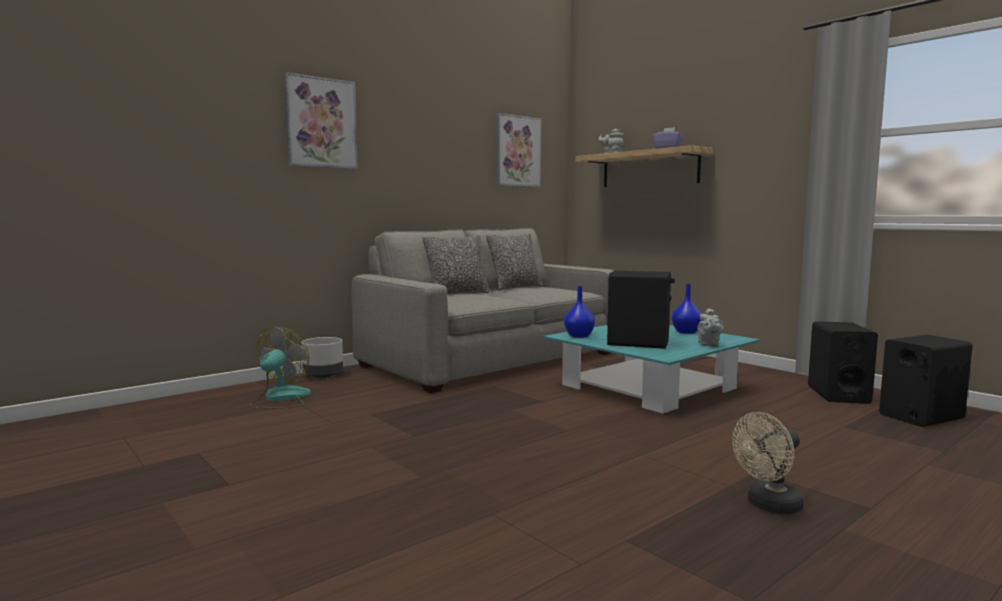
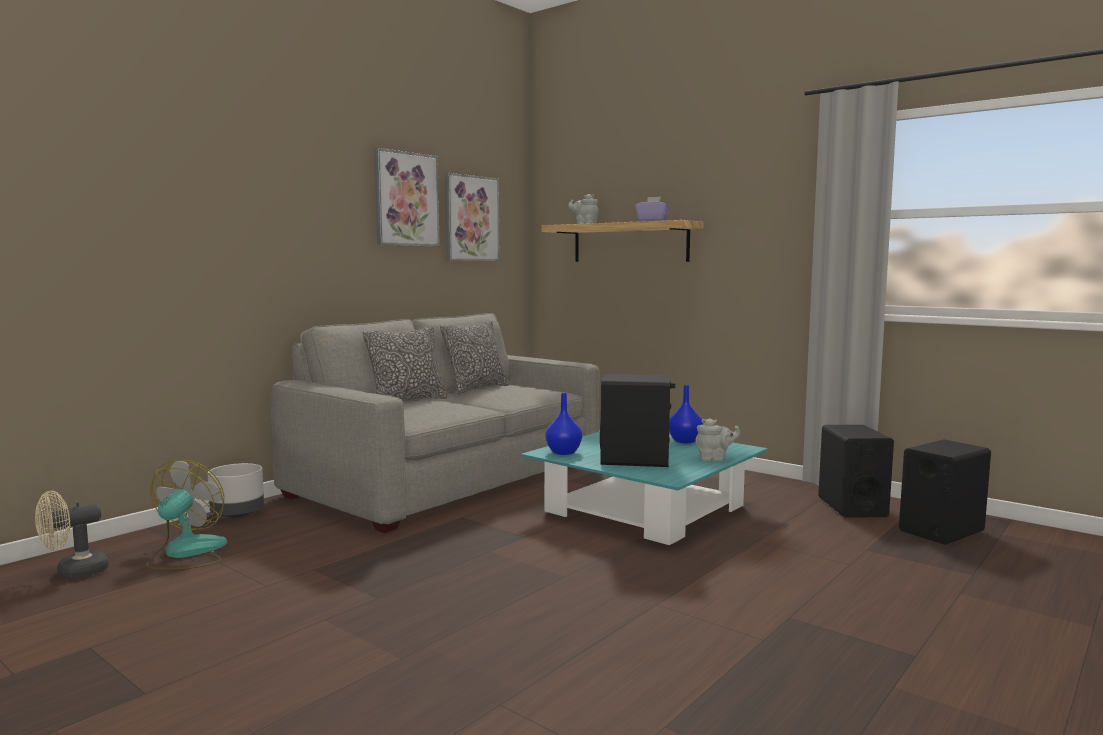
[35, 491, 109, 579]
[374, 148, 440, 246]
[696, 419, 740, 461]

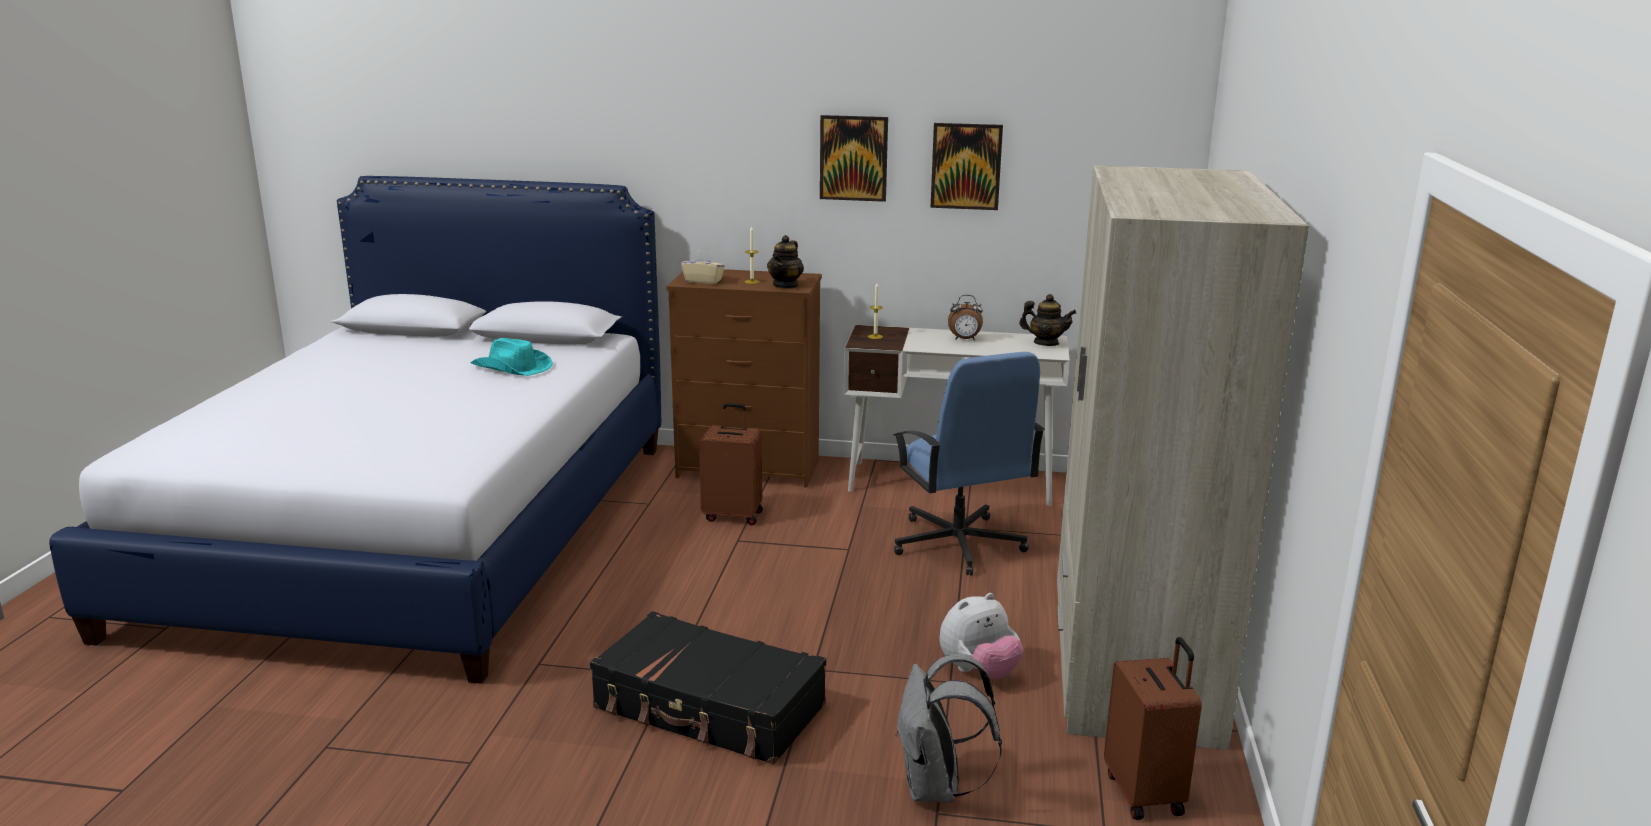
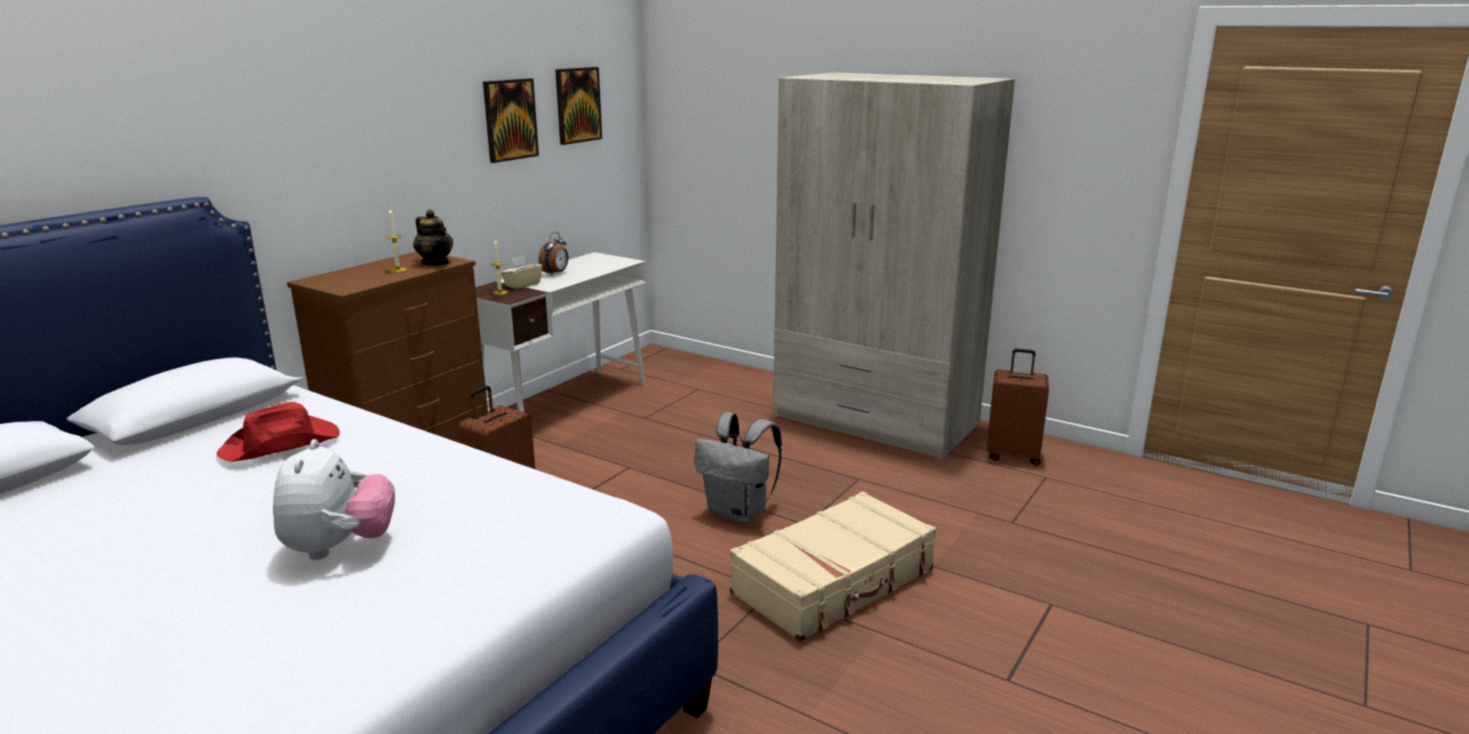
[217, 402, 340, 462]
[273, 439, 395, 560]
[501, 255, 542, 289]
[555, 67, 602, 145]
[694, 413, 782, 523]
[730, 491, 936, 642]
[894, 352, 1045, 576] (first image)
[1019, 294, 1076, 346] (first image)

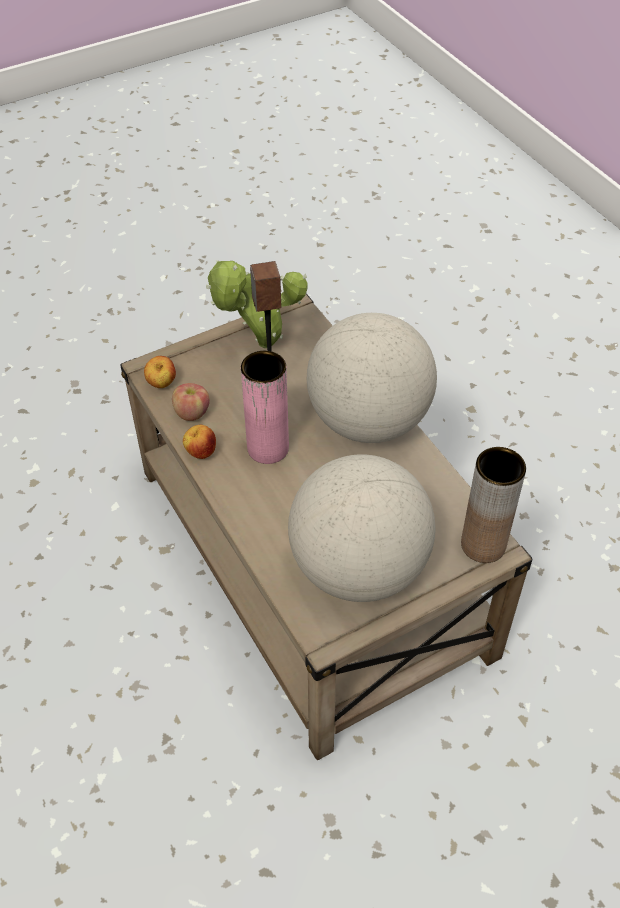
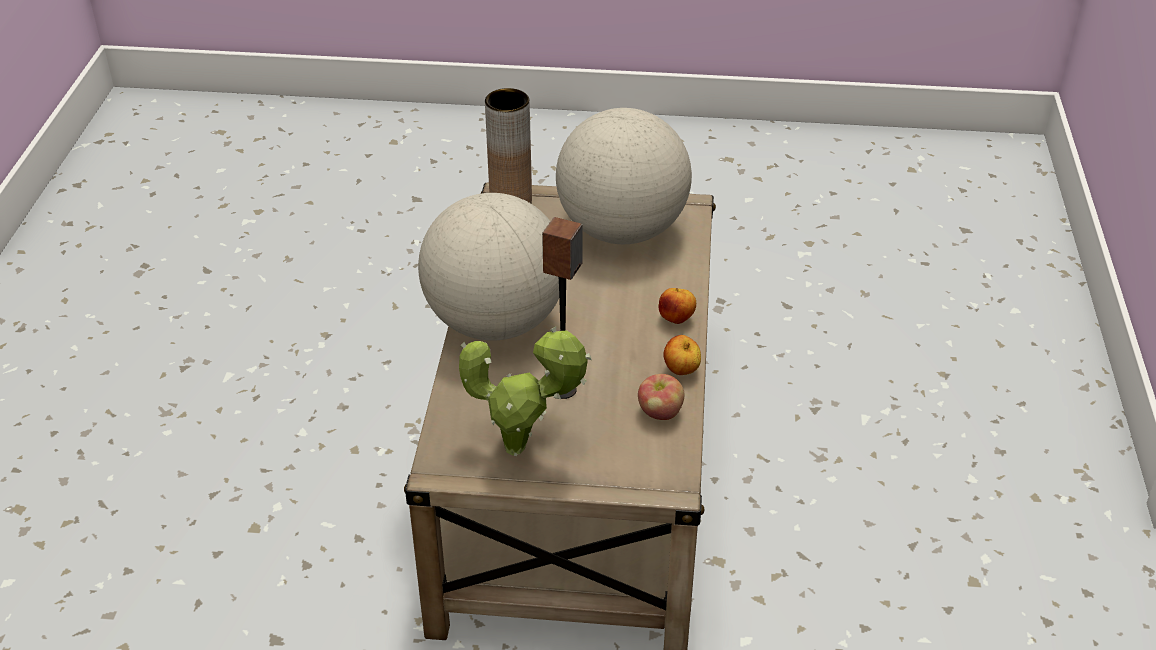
[658, 288, 696, 324]
[241, 351, 289, 464] (first image)

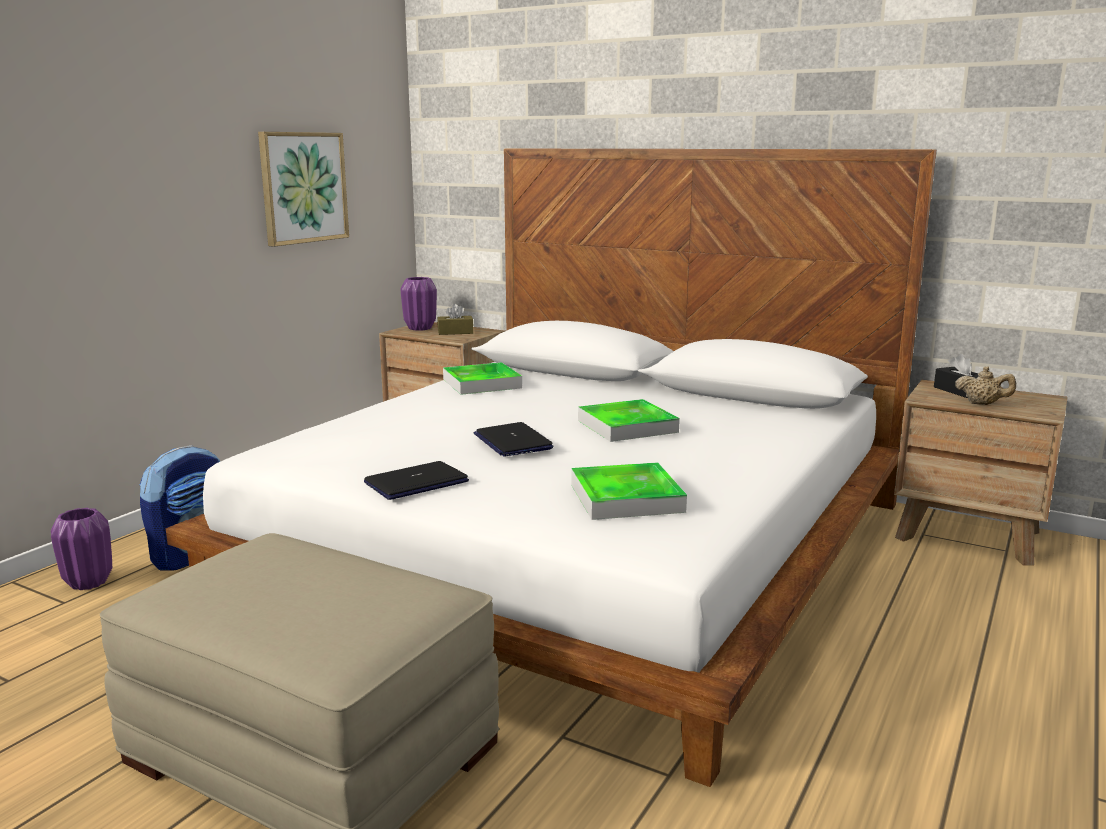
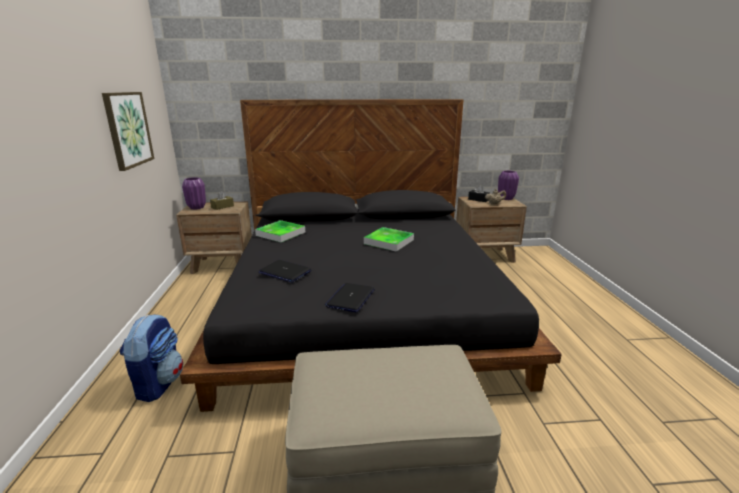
[180, 99, 562, 412]
[258, 260, 311, 283]
[498, 170, 519, 200]
[571, 462, 687, 520] (first image)

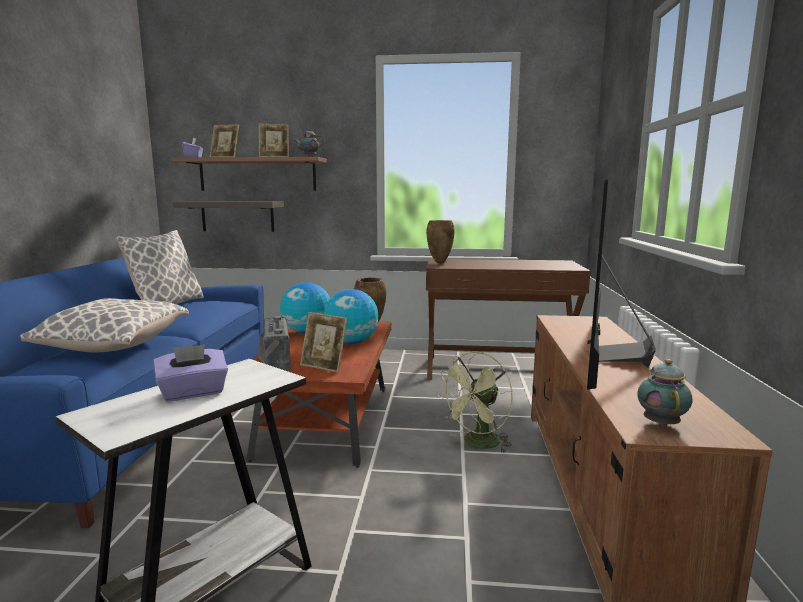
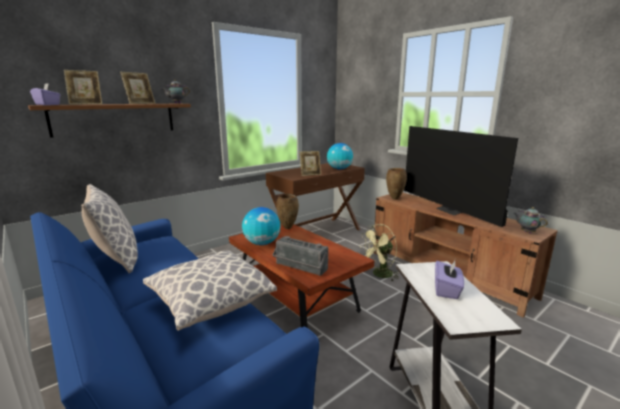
[300, 151, 321, 176]
[327, 143, 353, 169]
[359, 224, 398, 281]
[386, 168, 407, 200]
[173, 201, 284, 232] (first image)

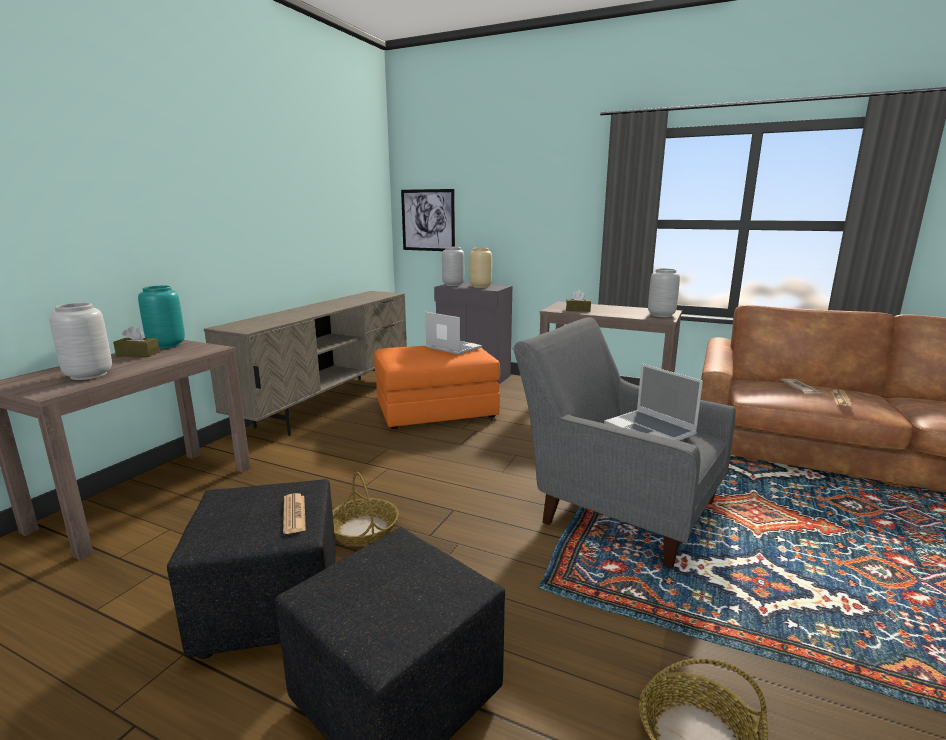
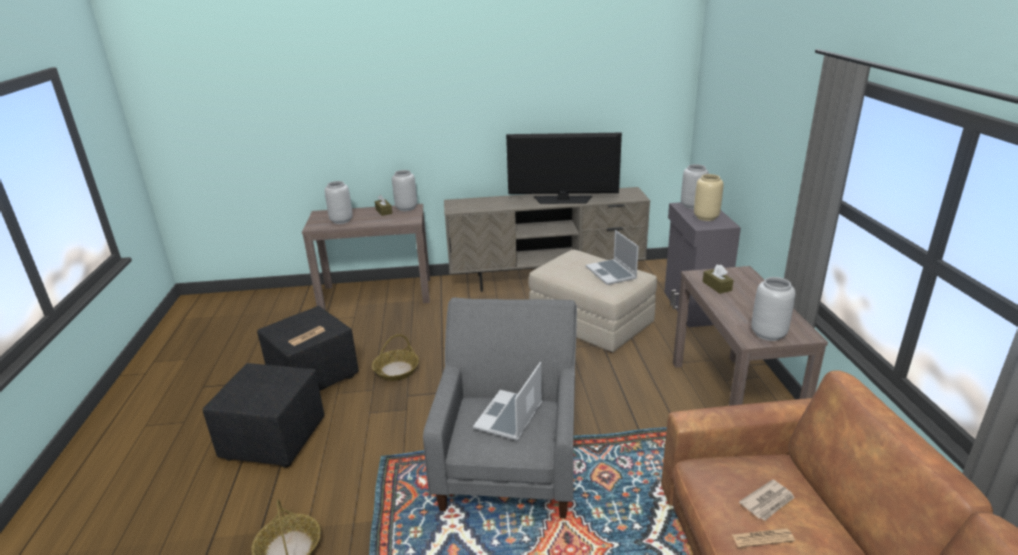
[392, 170, 417, 211]
[506, 133, 622, 204]
[529, 250, 657, 353]
[586, 230, 639, 285]
[401, 189, 455, 251] (first image)

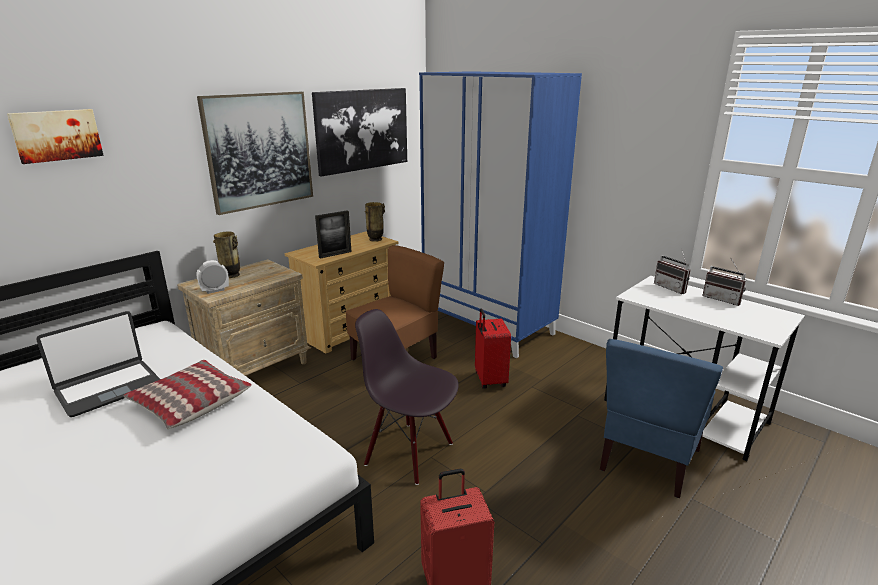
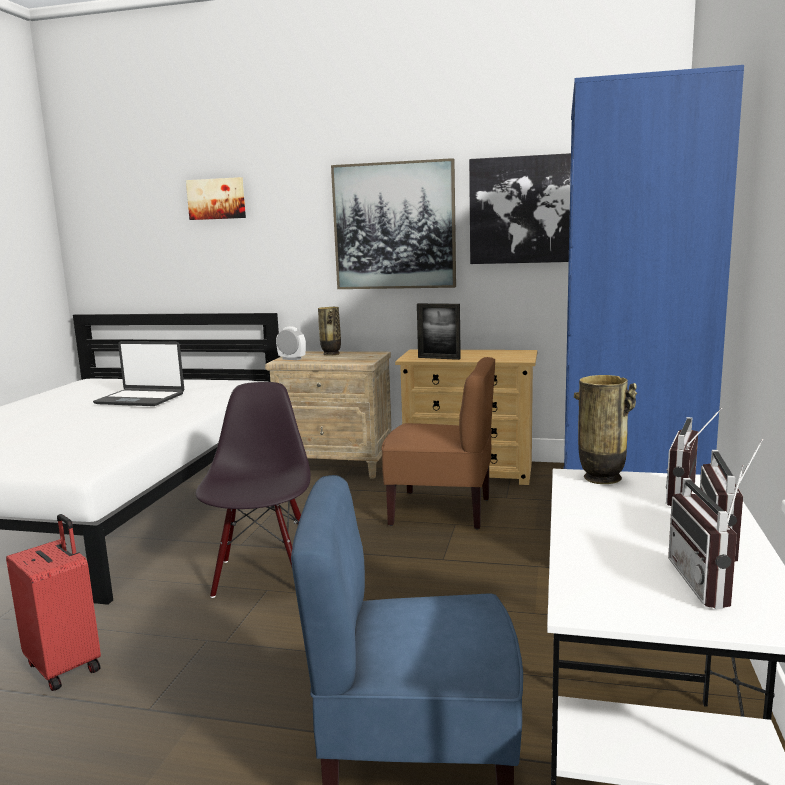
[574, 375, 637, 484]
[668, 465, 744, 609]
[123, 360, 252, 429] (first image)
[475, 308, 511, 389] (first image)

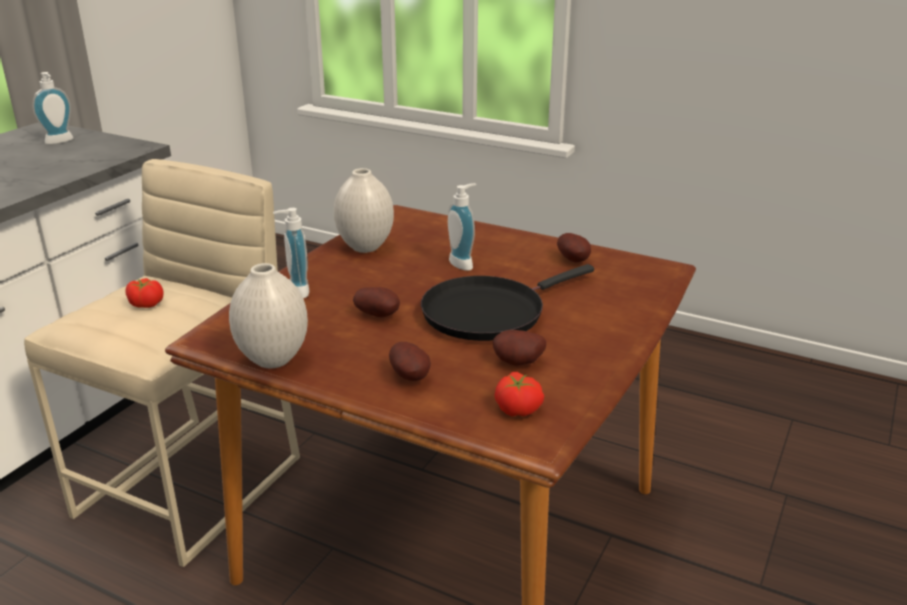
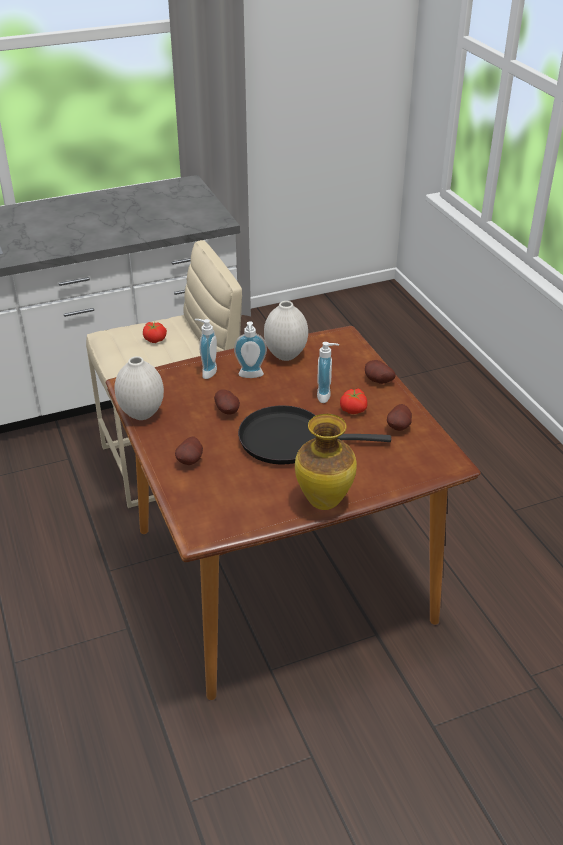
[234, 321, 267, 378]
[295, 414, 357, 510]
[340, 389, 368, 414]
[365, 360, 396, 384]

